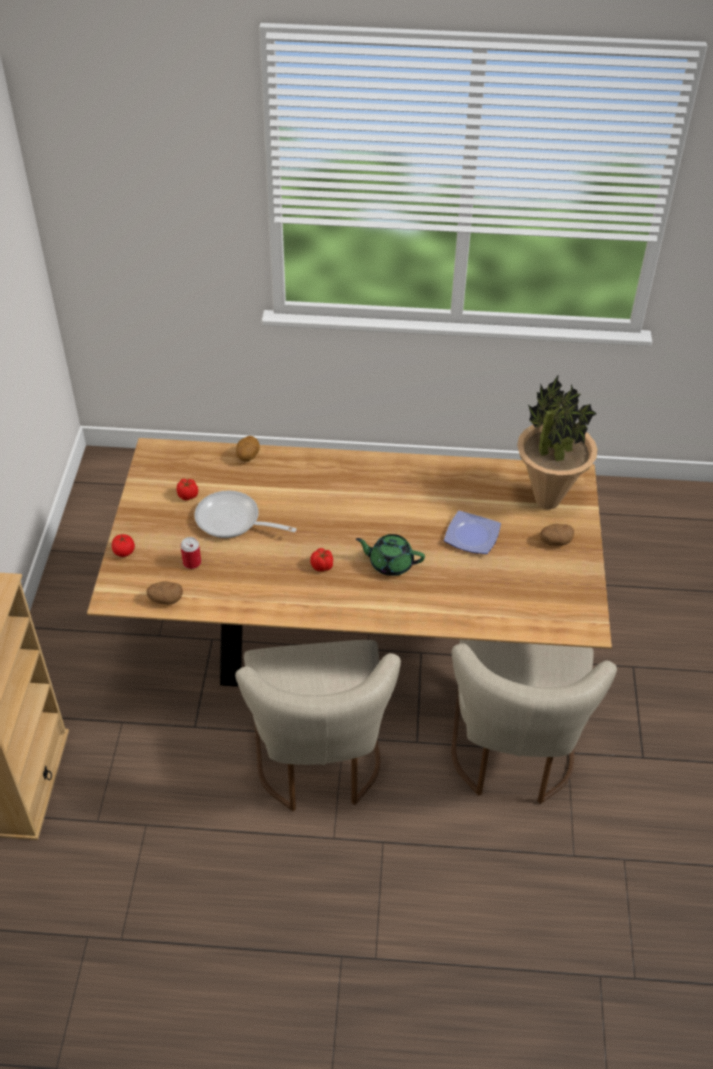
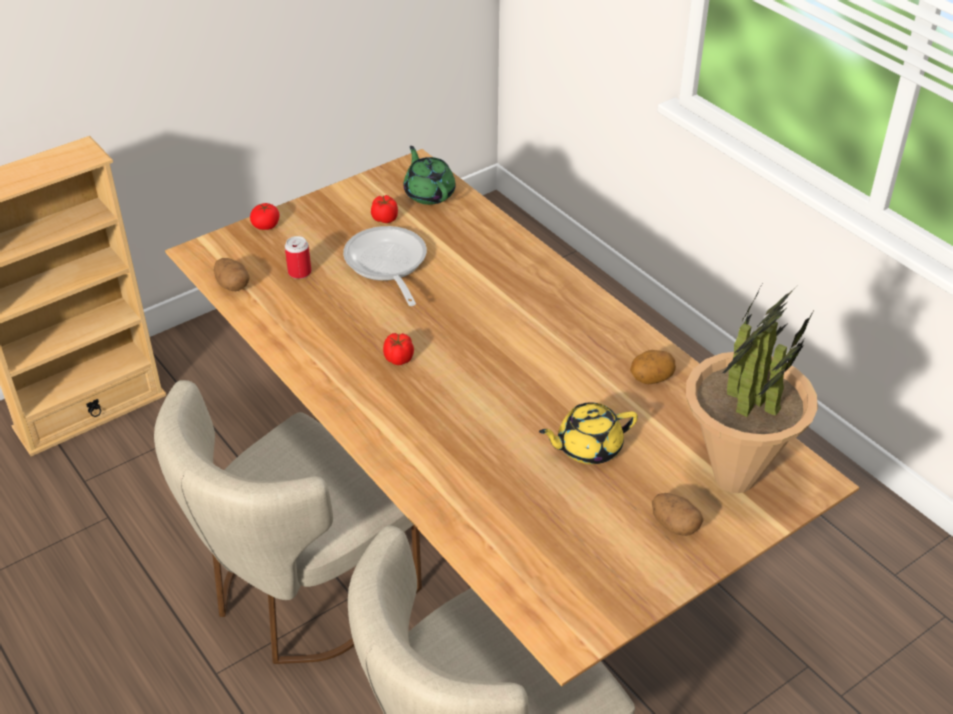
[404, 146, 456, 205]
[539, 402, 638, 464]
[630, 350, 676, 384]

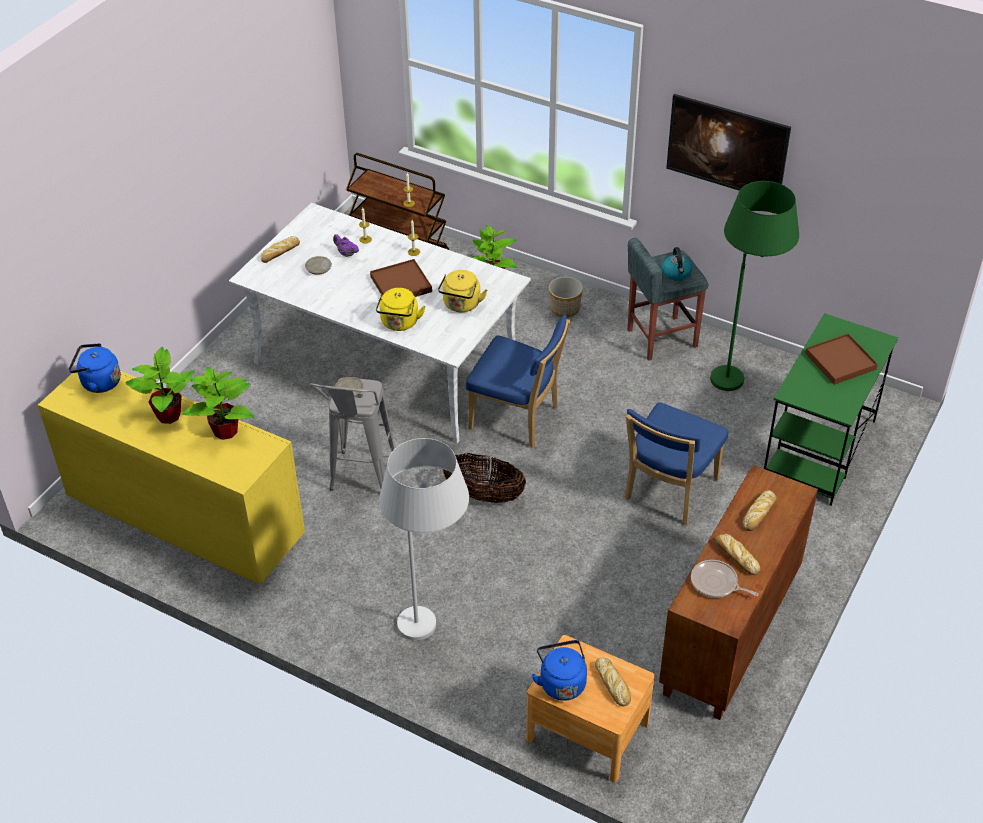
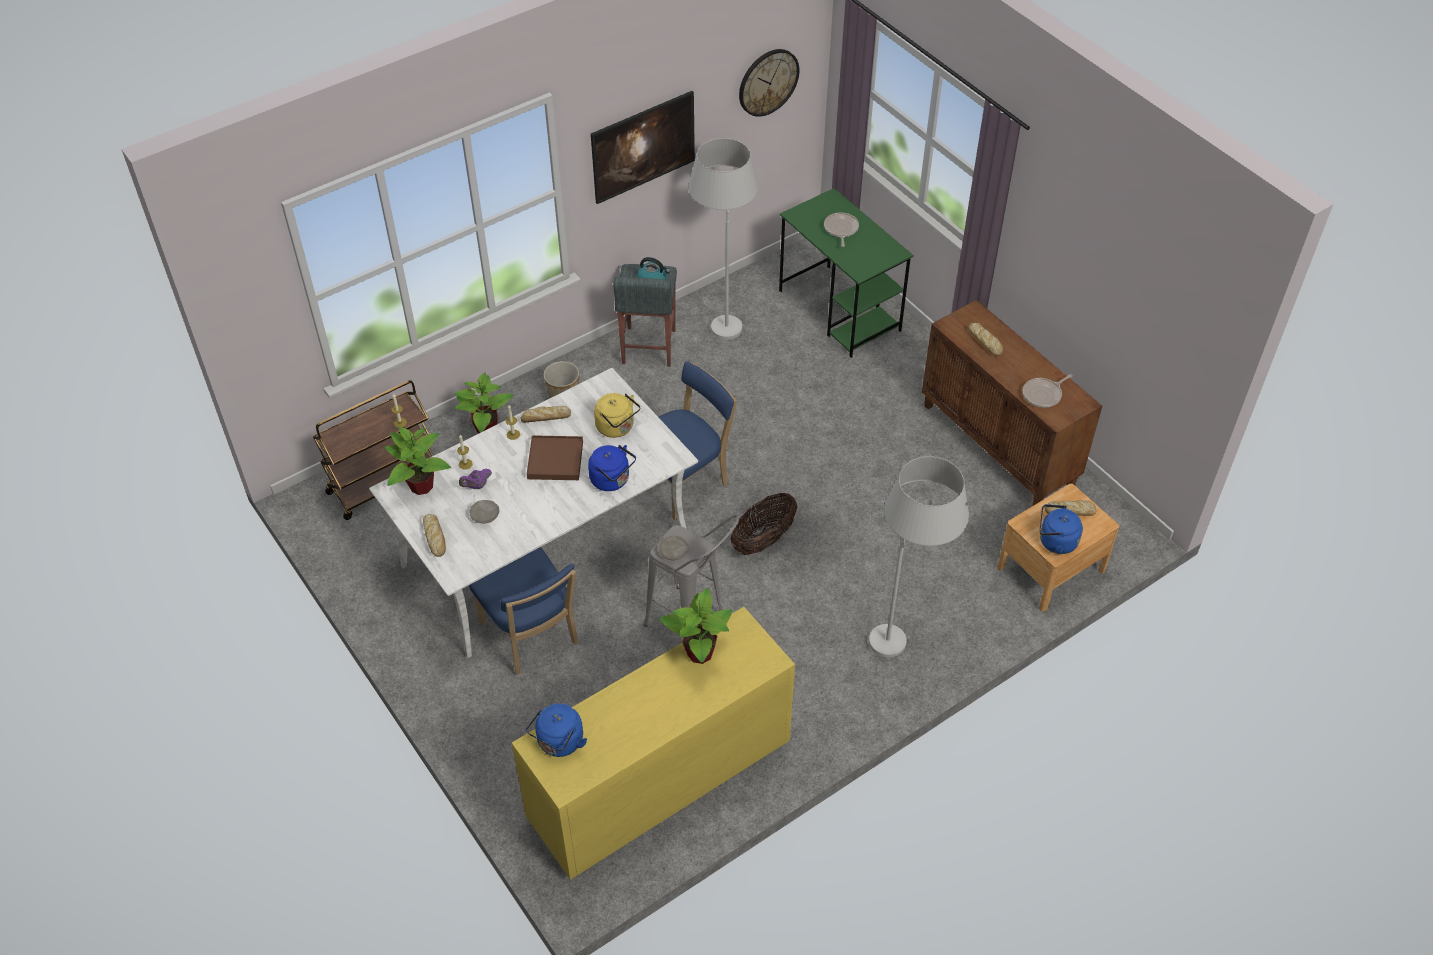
[384, 427, 451, 495]
[469, 547, 578, 674]
[521, 406, 571, 423]
[588, 445, 636, 491]
[689, 138, 758, 340]
[739, 49, 799, 117]
[824, 213, 859, 247]

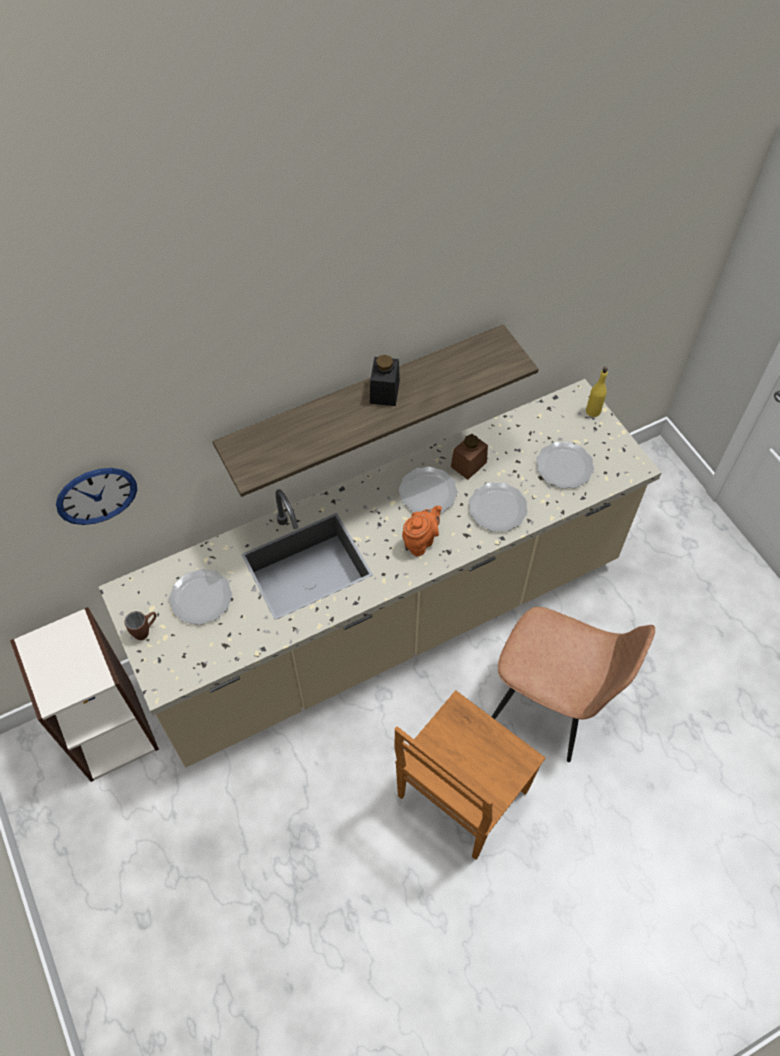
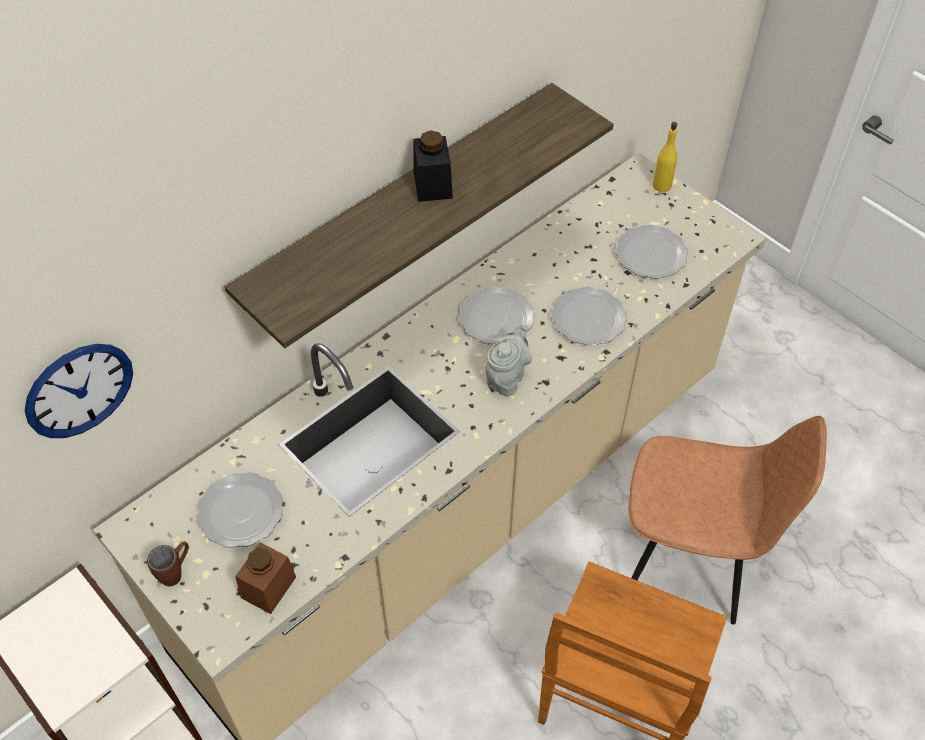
[235, 542, 296, 614]
[485, 324, 532, 396]

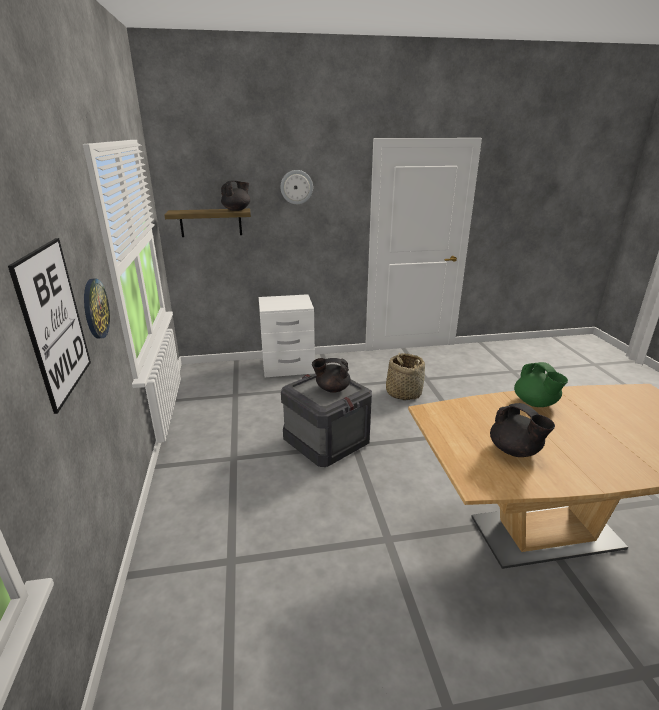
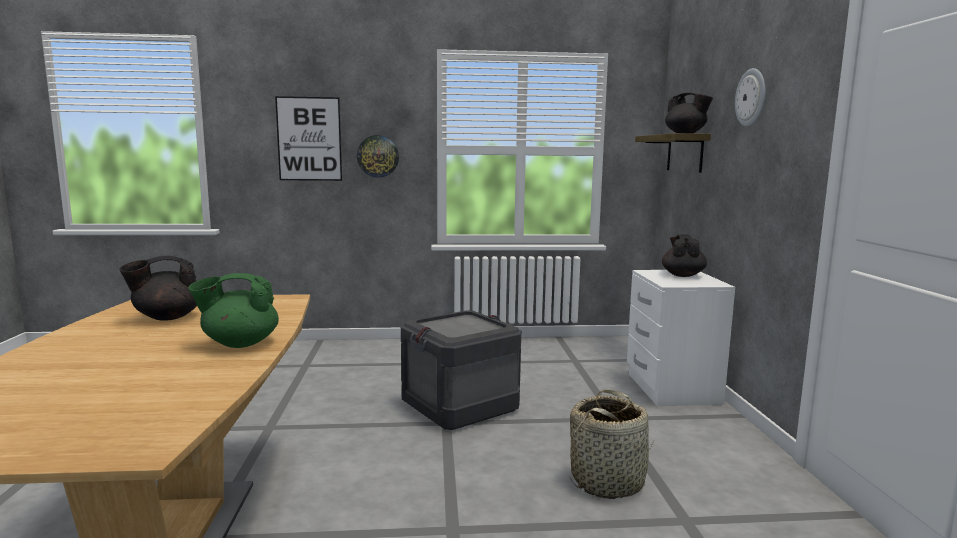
[662, 234, 707, 277]

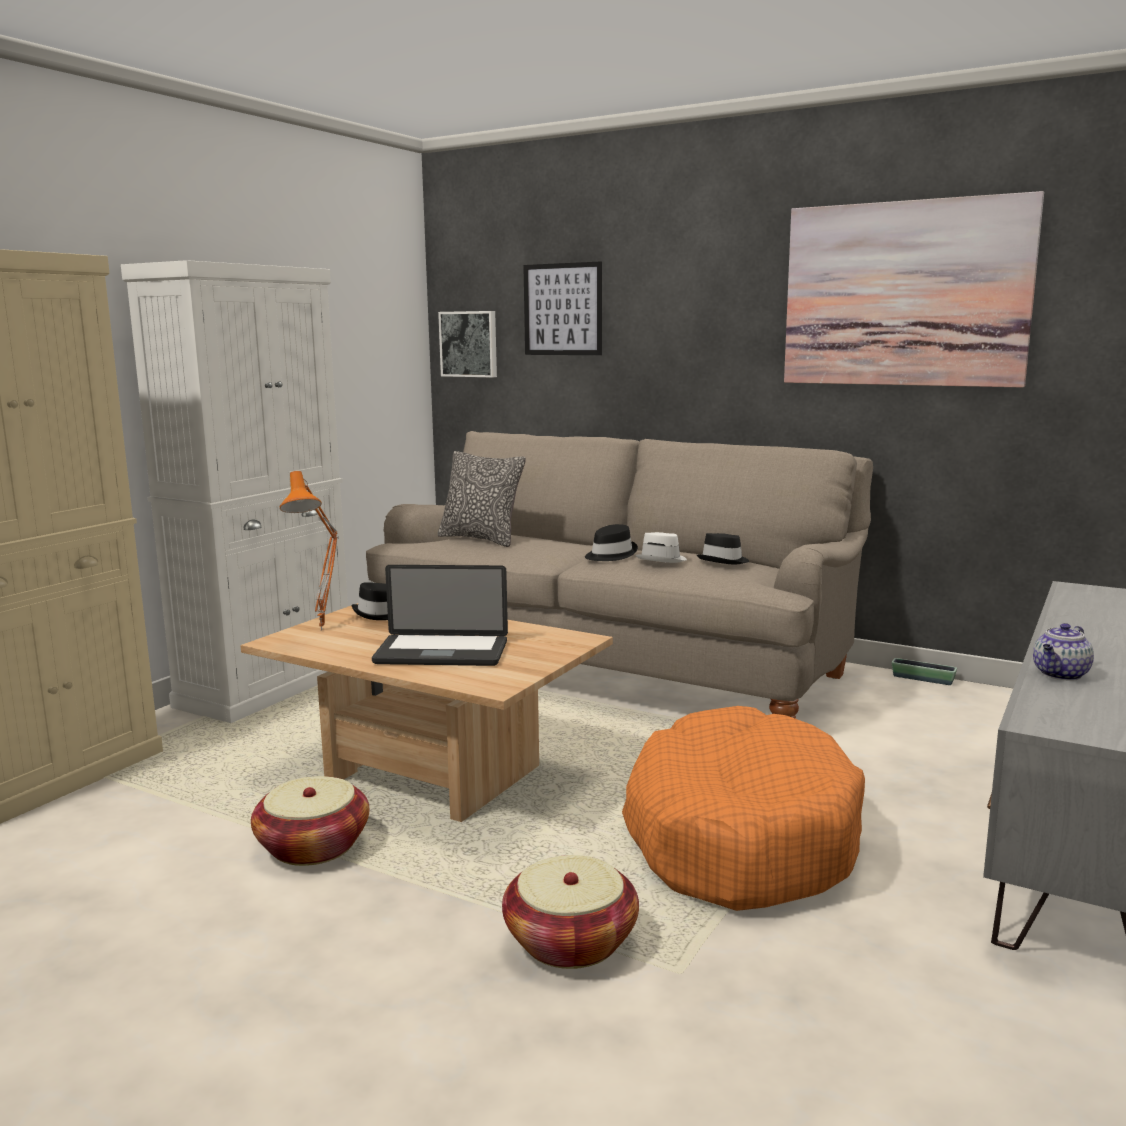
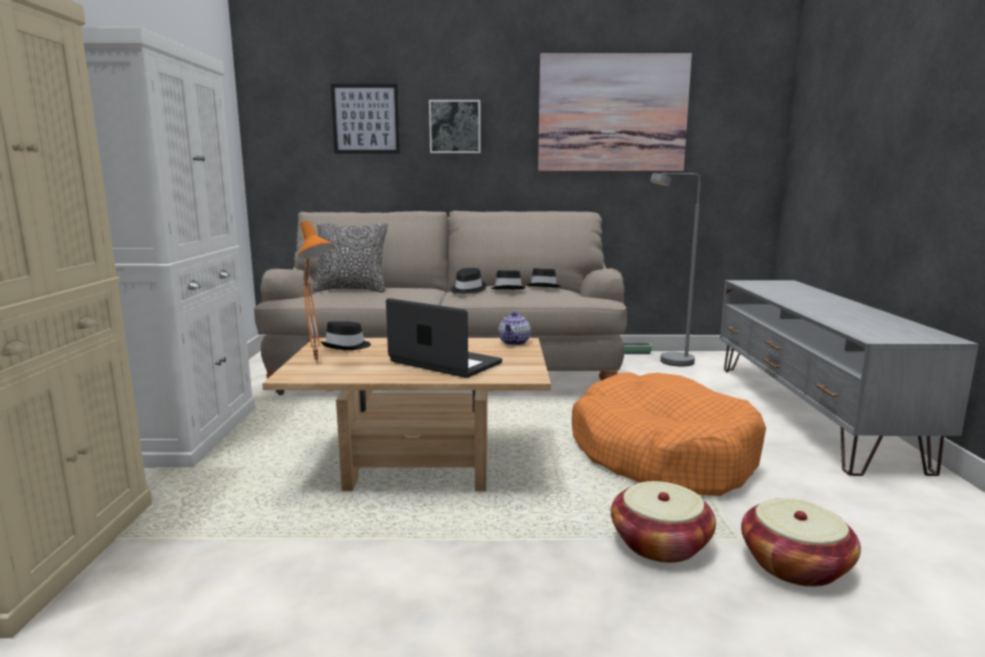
[386, 298, 502, 378]
[429, 100, 481, 153]
[491, 270, 526, 290]
[498, 312, 531, 345]
[650, 173, 700, 366]
[741, 498, 861, 587]

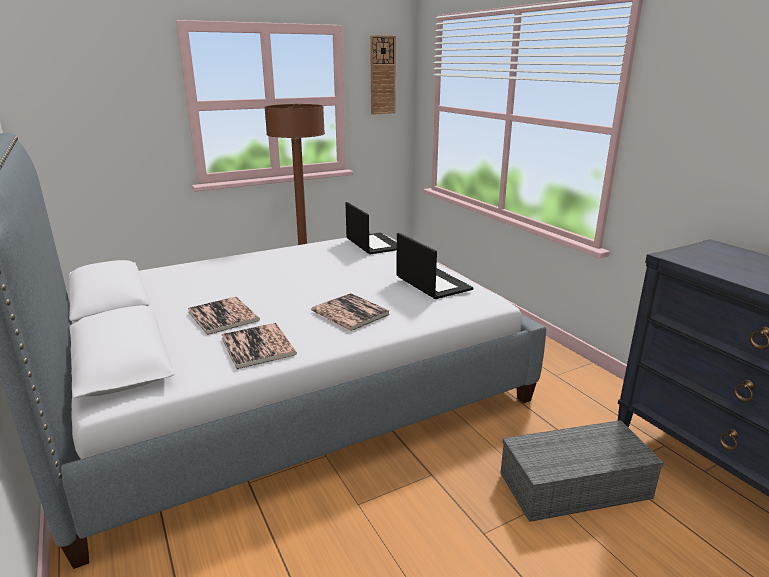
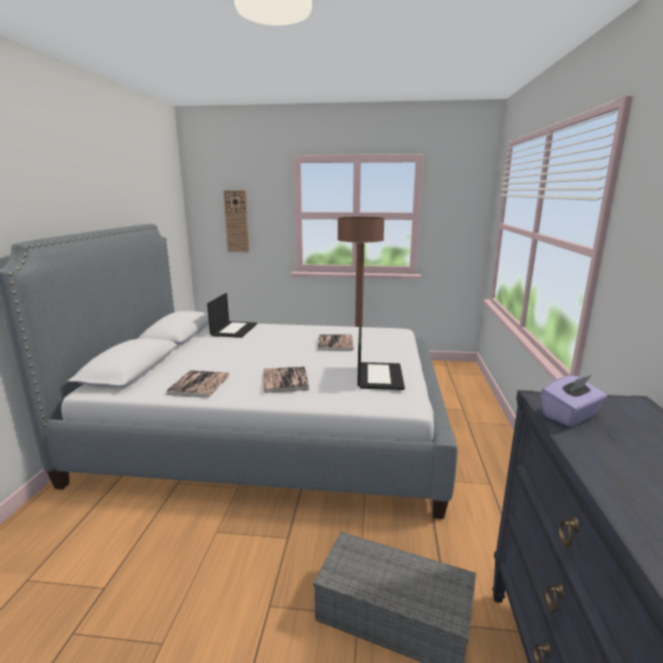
[207, 293, 257, 338]
[223, 190, 249, 252]
[318, 335, 354, 351]
[542, 374, 607, 427]

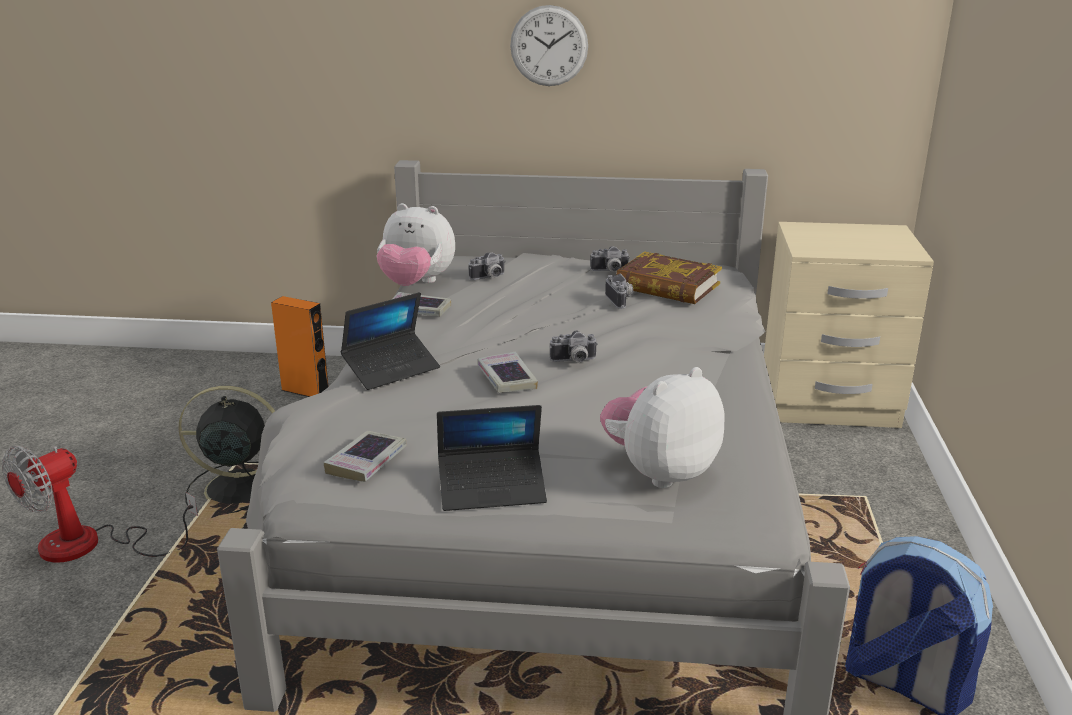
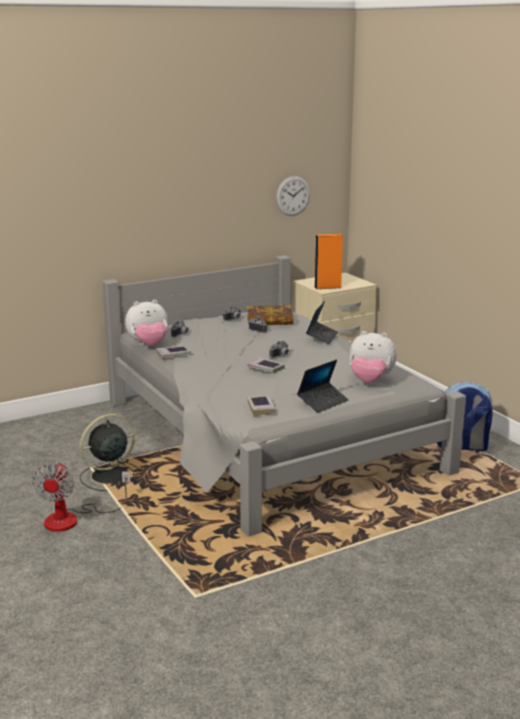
[276, 176, 310, 216]
[306, 301, 338, 344]
[314, 234, 343, 289]
[349, 331, 397, 383]

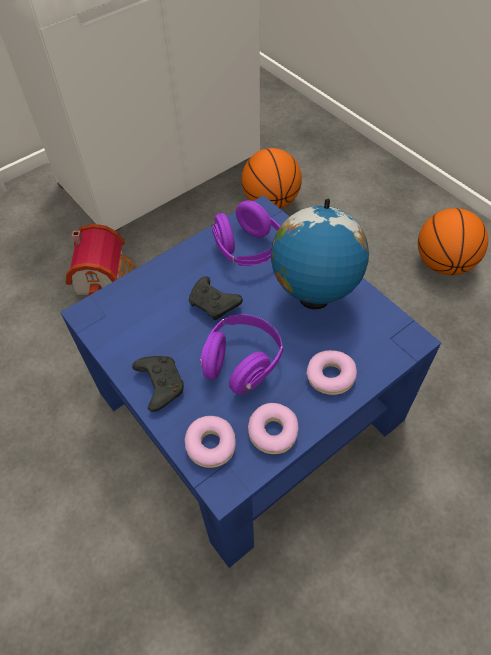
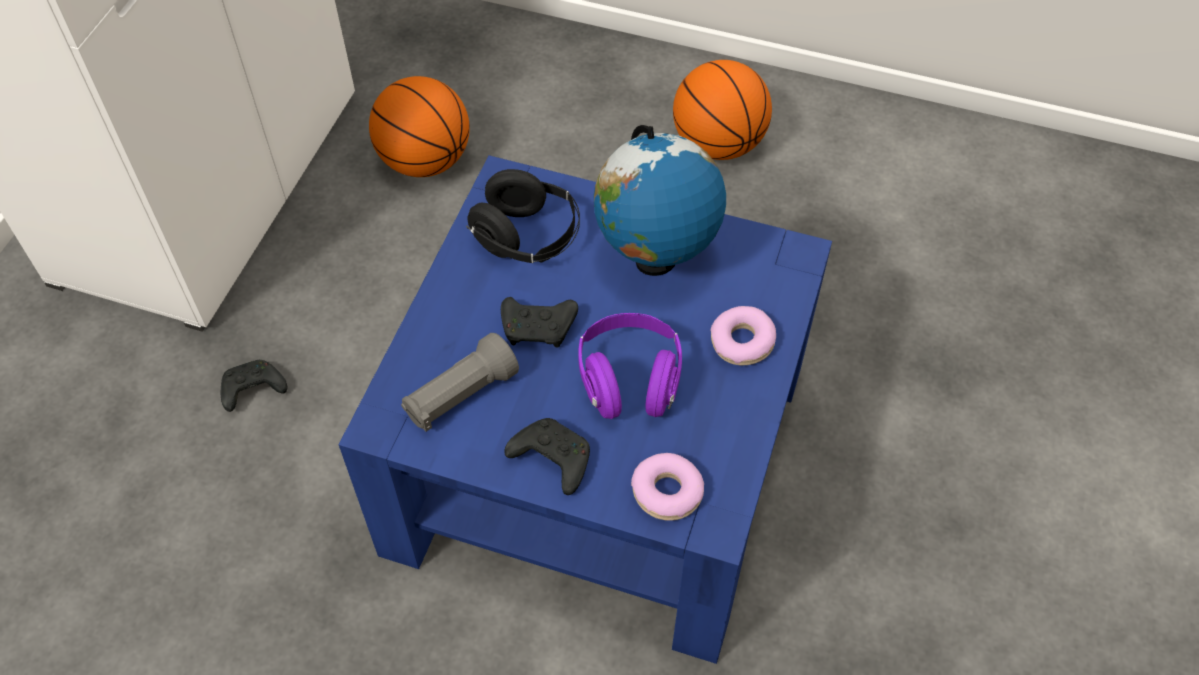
[221, 360, 287, 412]
[401, 333, 519, 432]
[466, 169, 580, 263]
[248, 403, 299, 454] (first image)

